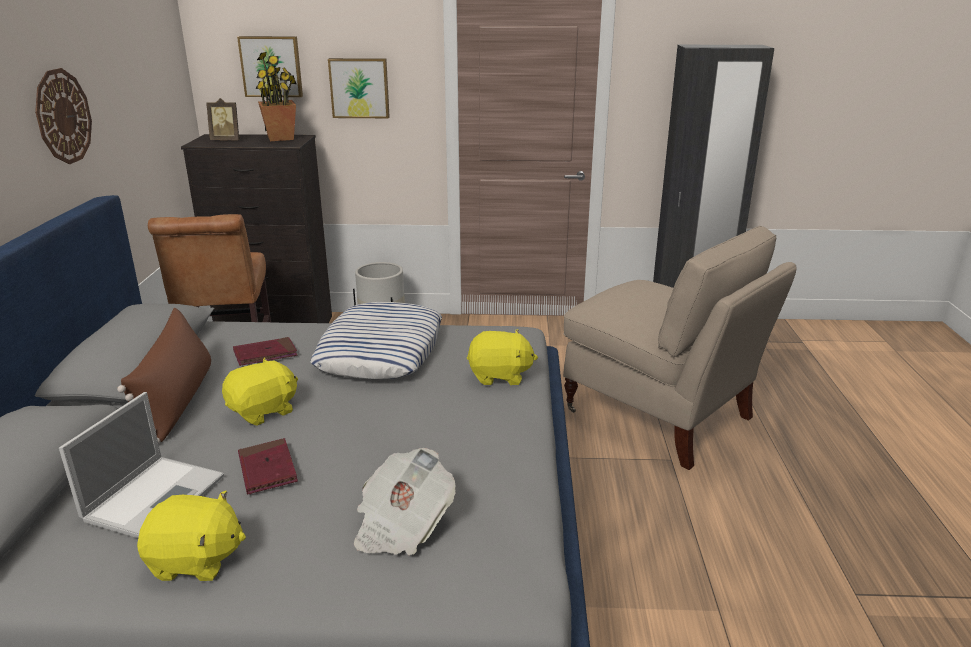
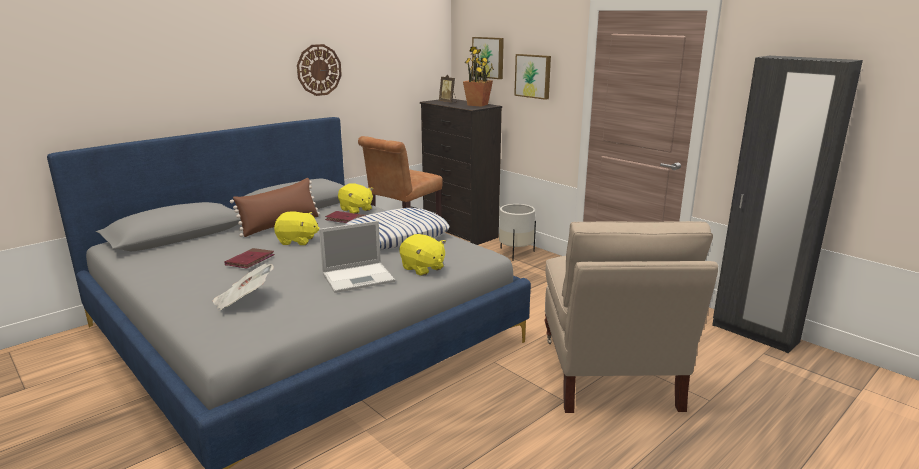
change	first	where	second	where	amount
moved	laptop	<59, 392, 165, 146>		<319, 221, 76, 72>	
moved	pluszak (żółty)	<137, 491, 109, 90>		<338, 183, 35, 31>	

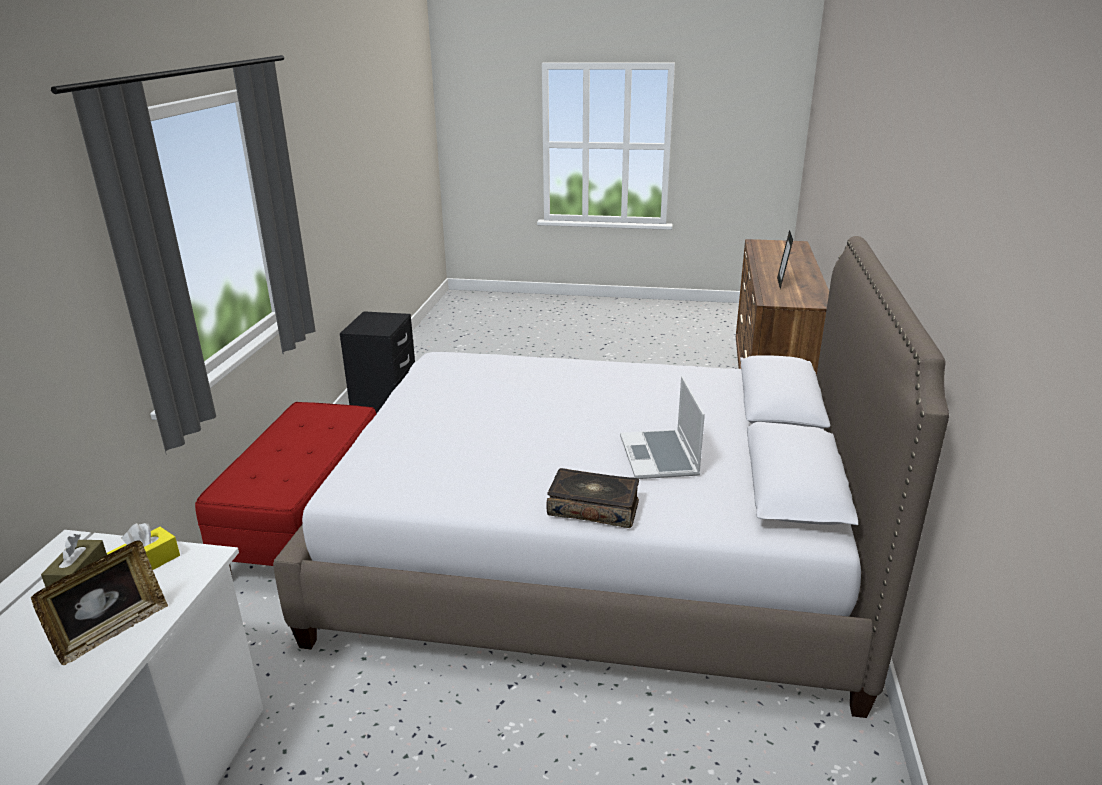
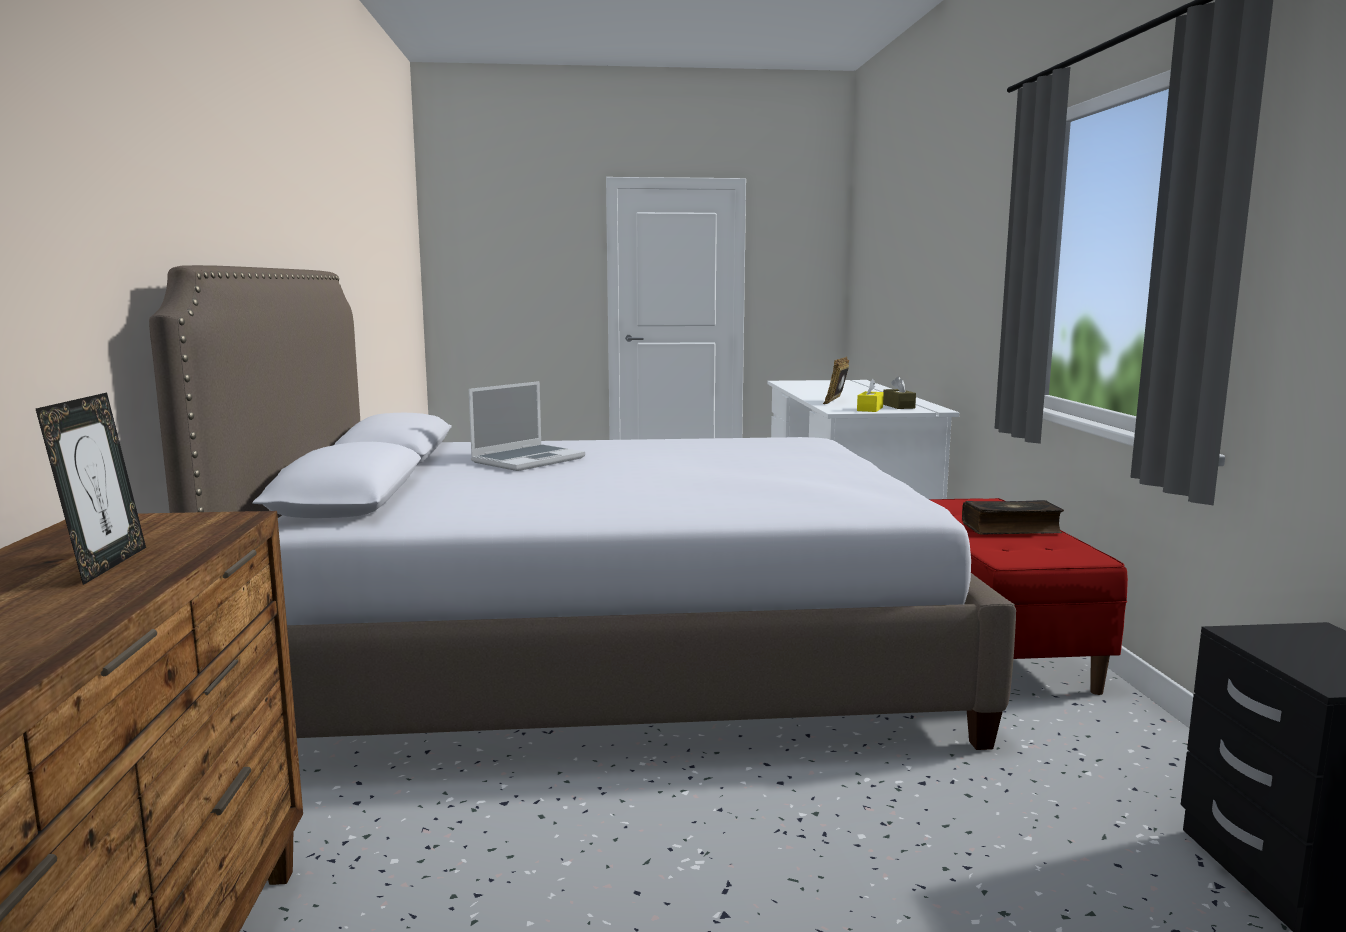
change	first	where	second	where	amount
turned	laptop	<620, 376, 85, 103>		<469, 381, 116, 90>	60 degrees clockwise
moved	książka	<546, 468, 93, 60>		<962, 500, 102, 35>	

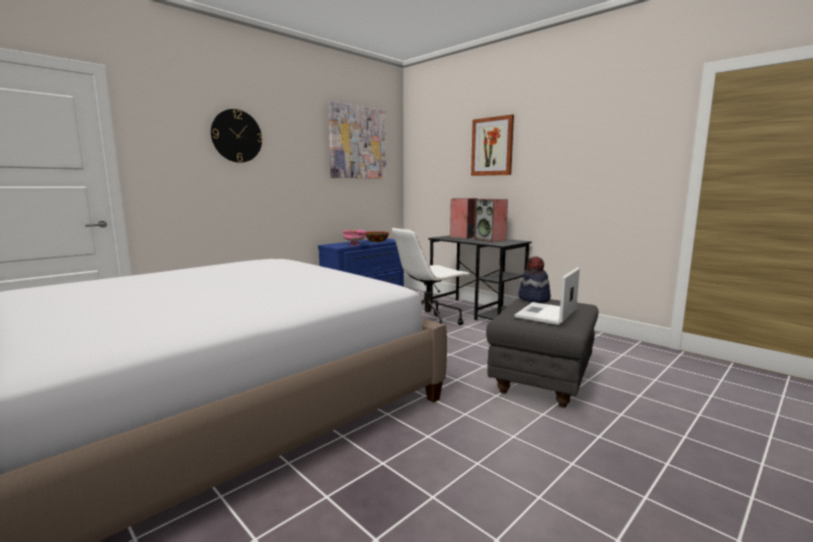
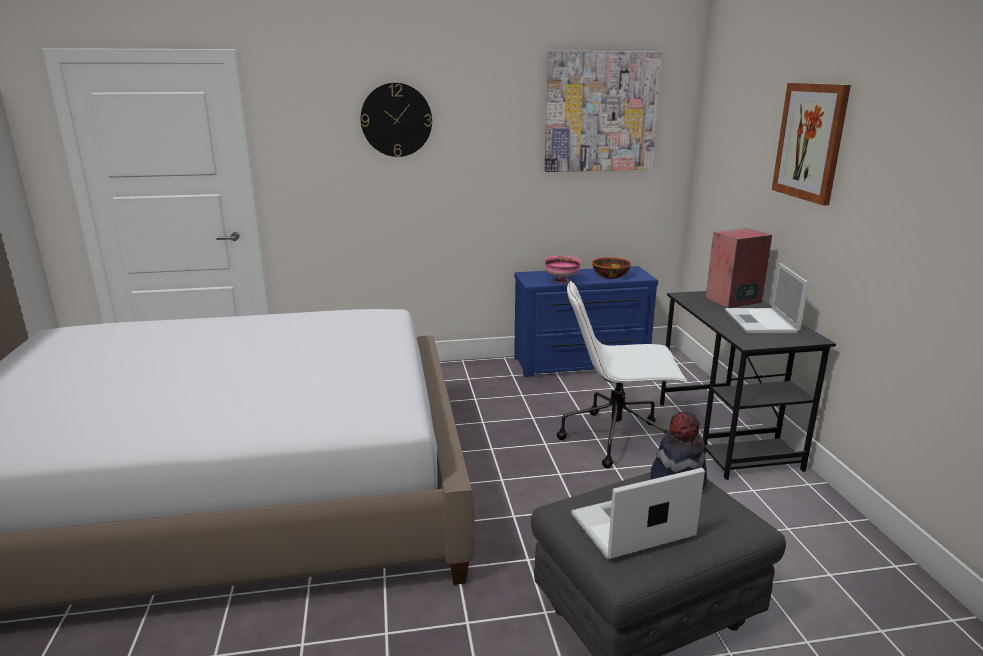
change	first	where	second	where	amount
replaced	głośnik	<474, 199, 34, 43>	laptop	<725, 263, 84, 70>	

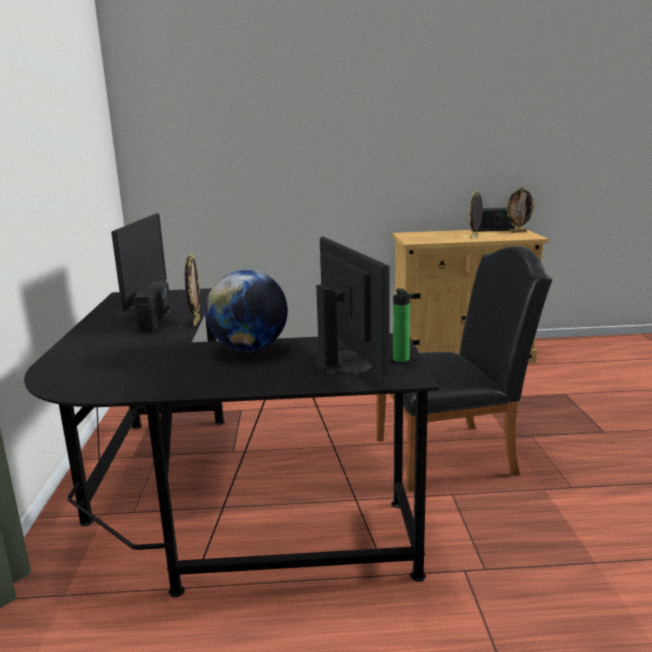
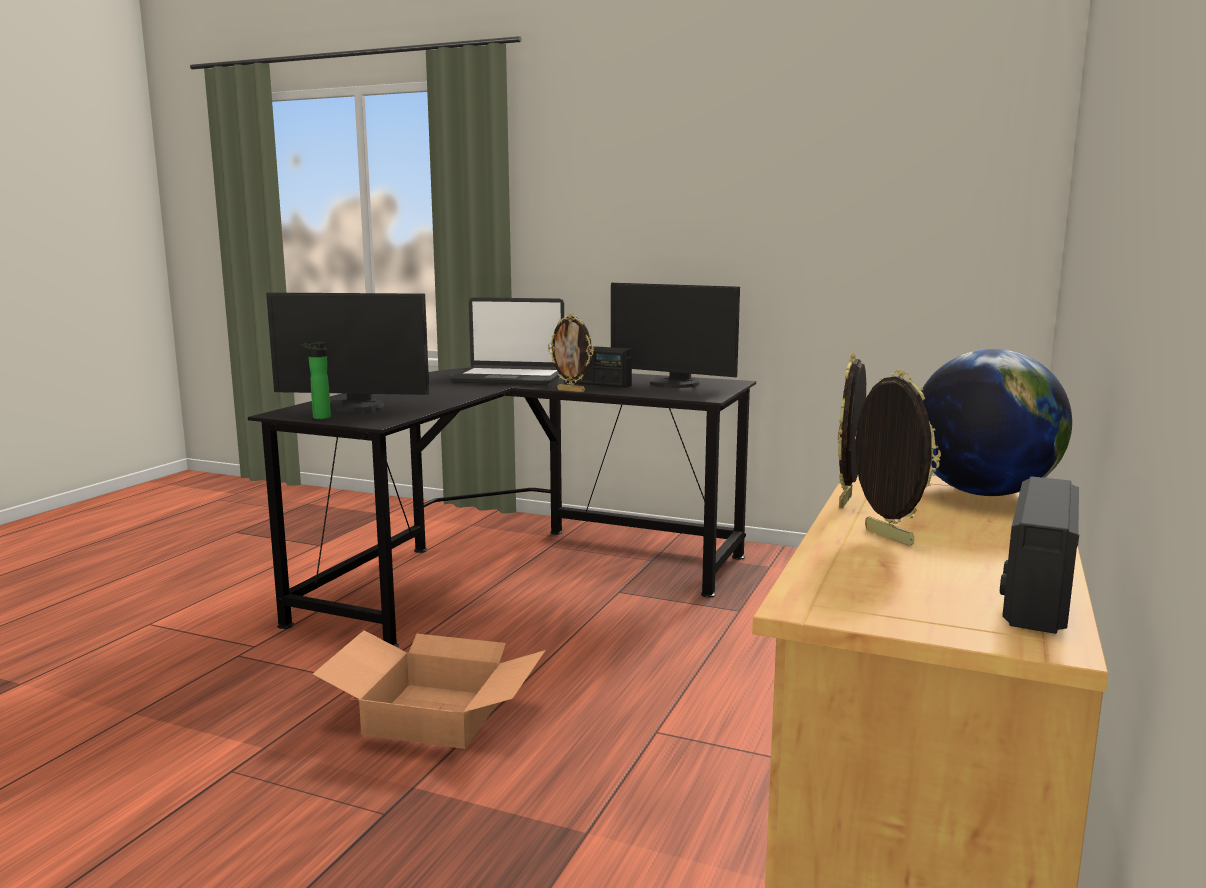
change	first	where	second	where	amount
moved	ramka na zdjęcie	<506, 187, 29, 46>		<838, 353, 28, 156>	
replaced	krzesło (czarny)	<376, 246, 177, 246>	karton	<313, 630, 233, 119>	
moved	globus	<205, 270, 83, 81>		<922, 349, 150, 147>	
added			laptop	<450, 297, 114, 88>	

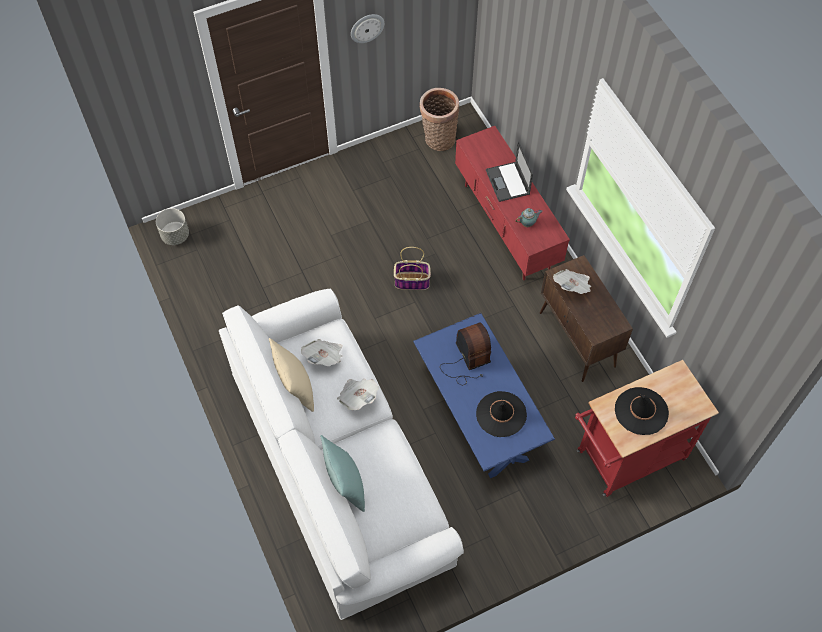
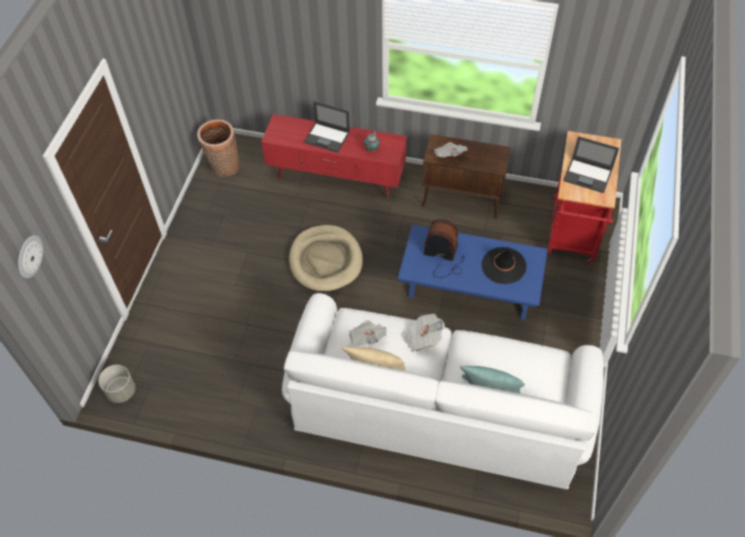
change	first	where	second	where	amount
moved	zegar ścienny	<351, 14, 33, 29>		<18, 235, 25, 43>	
replaced	koszyk	<394, 247, 37, 43>	legowisko (beżowy)	<289, 225, 74, 67>	
replaced	kapelusz (czarny)	<615, 387, 54, 48>	laptop	<564, 136, 55, 57>	

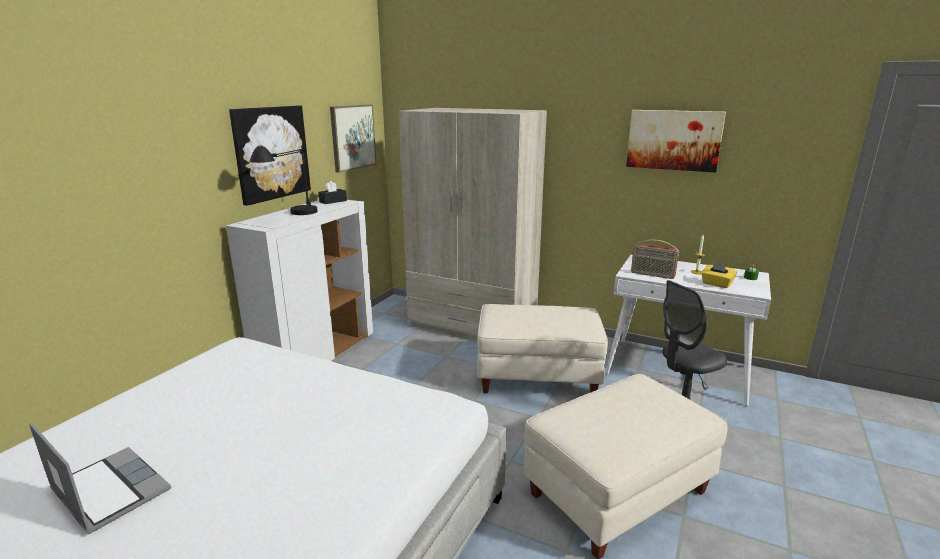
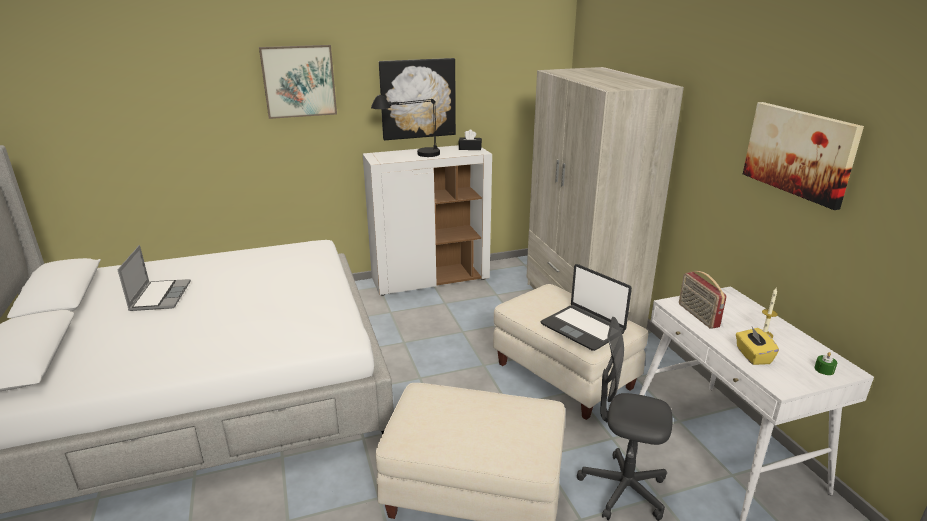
change	first	where	second	where	amount
moved	obraz	<330, 104, 46, 69>		<259, 45, 78, 74>	
added			laptop	<541, 264, 91, 87>	

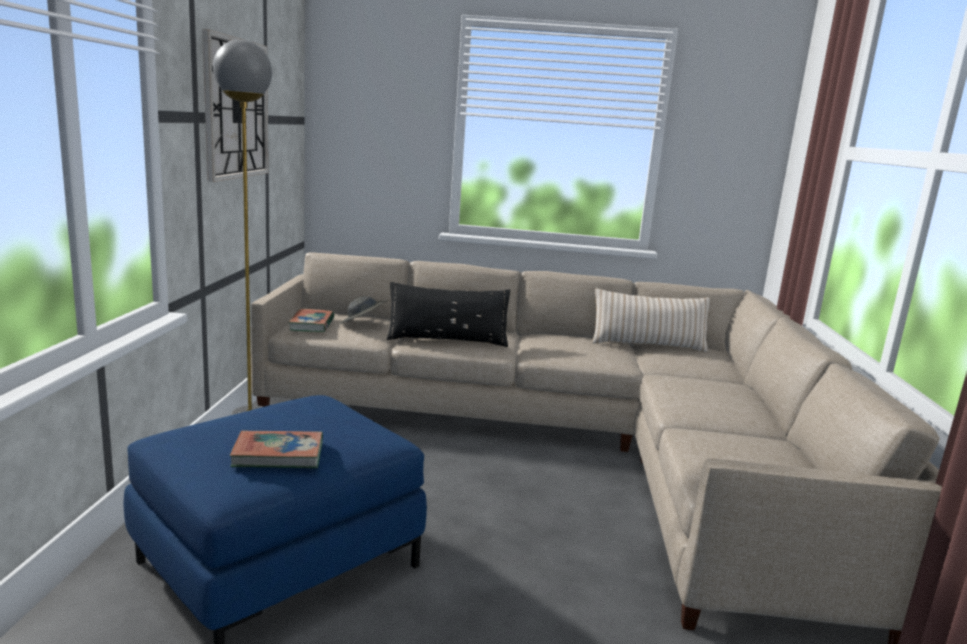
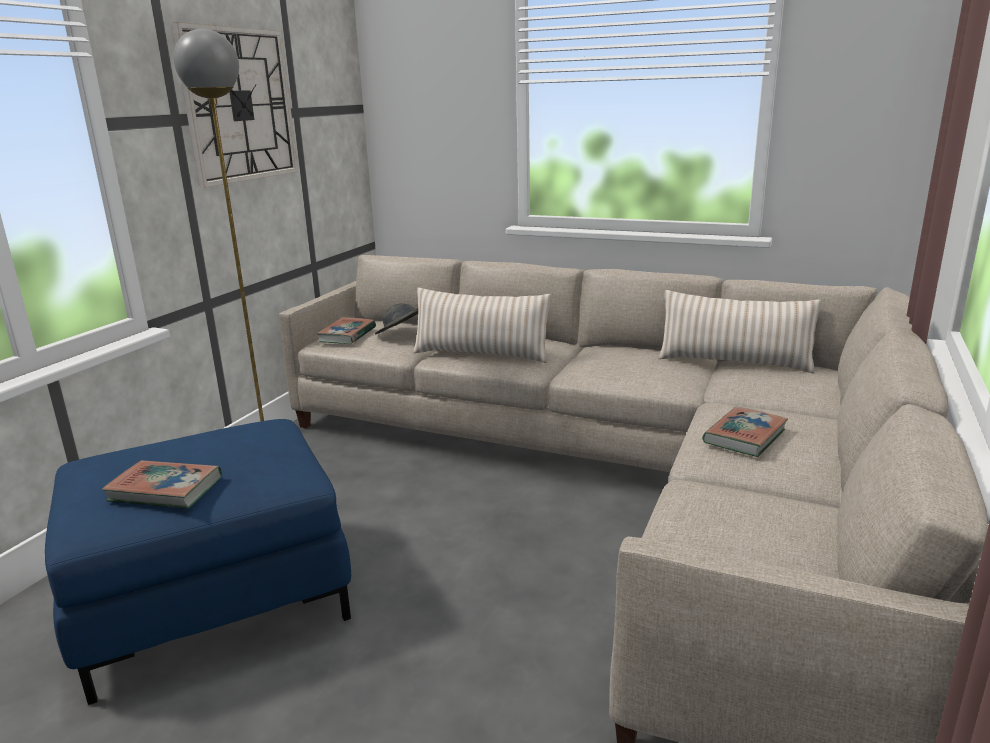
change	first	where	second	where	amount
recoloured	poduszka (czarny)	<387, 282, 123, 65>	poduszka (beżowy)	<413, 288, 138, 75>	
added			książka	<702, 407, 86, 50>	

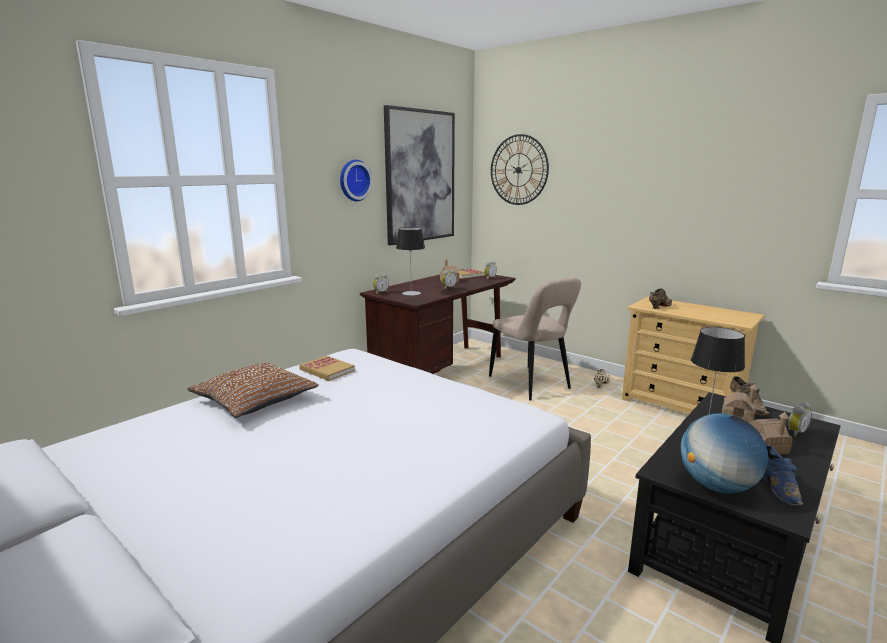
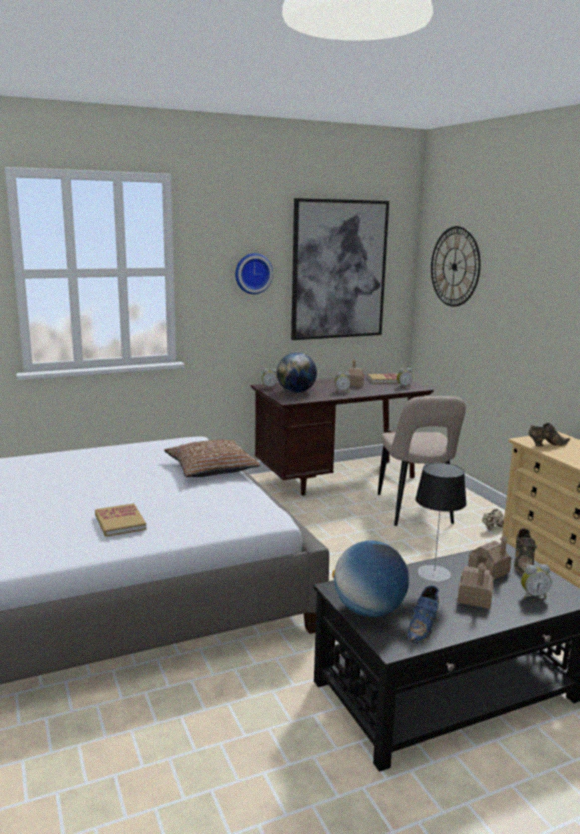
change	first	where	second	where	amount
replaced	lampa stołowa	<396, 227, 29, 69>	globus	<277, 352, 40, 41>	
moved	książka	<299, 356, 56, 25>		<95, 503, 52, 34>	
moved	poduszka (brązowy)	<187, 362, 132, 56>		<164, 440, 97, 37>	

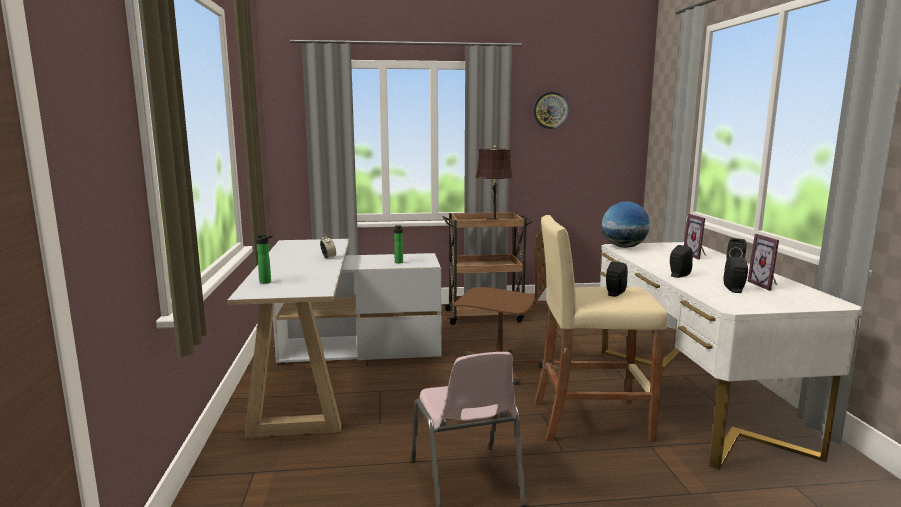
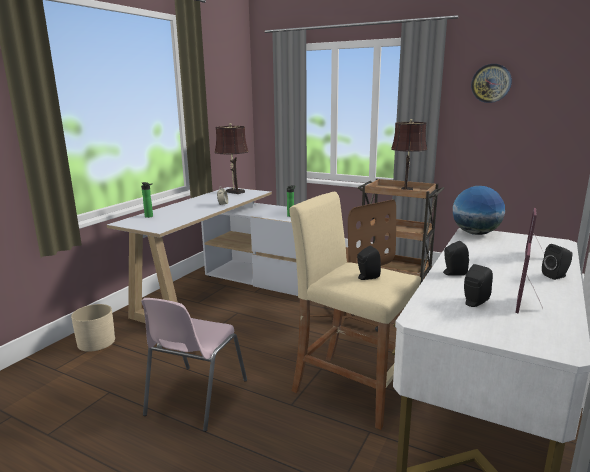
change	first	where	second	where	amount
added			lampa stołowa (brązowy)	<214, 123, 35, 71>	
added			donica (beżowy)	<71, 304, 44, 48>	

